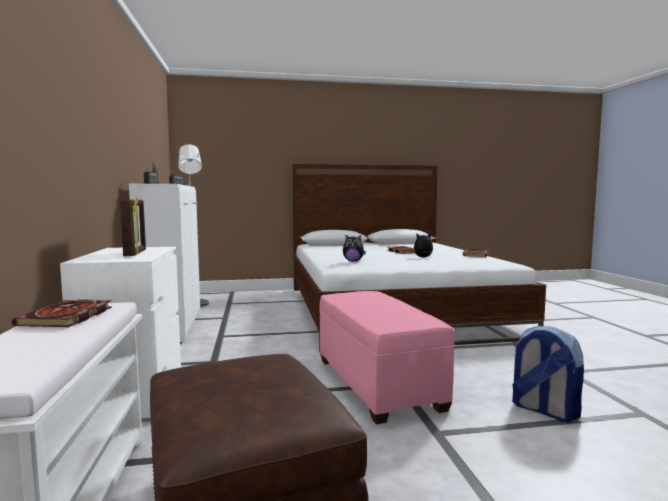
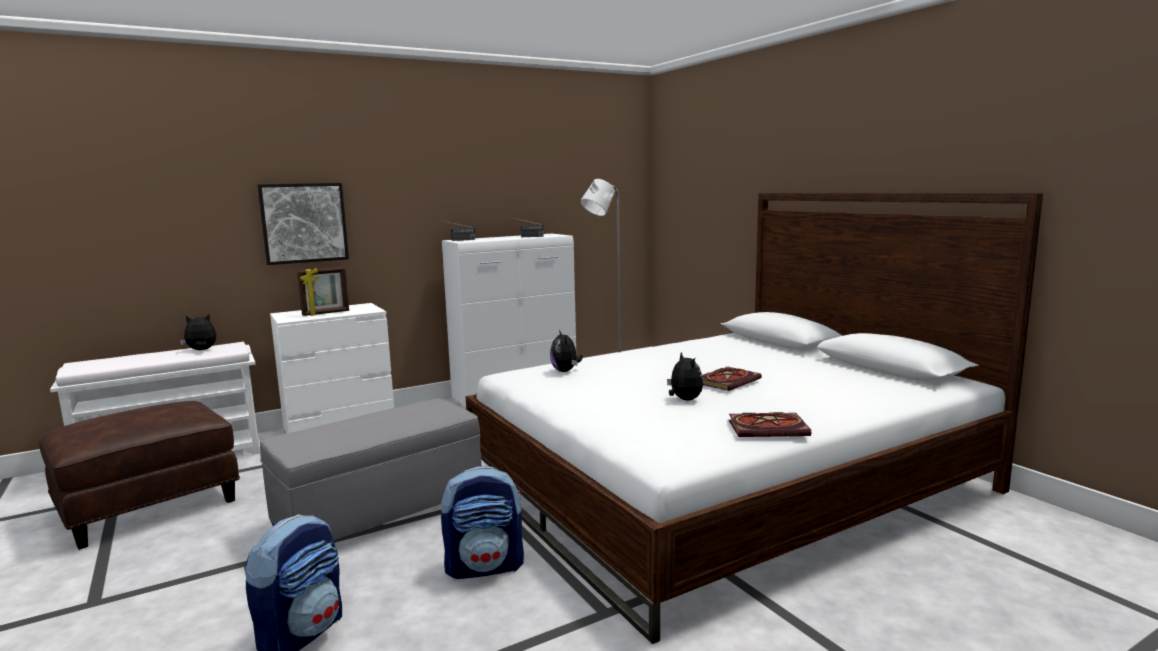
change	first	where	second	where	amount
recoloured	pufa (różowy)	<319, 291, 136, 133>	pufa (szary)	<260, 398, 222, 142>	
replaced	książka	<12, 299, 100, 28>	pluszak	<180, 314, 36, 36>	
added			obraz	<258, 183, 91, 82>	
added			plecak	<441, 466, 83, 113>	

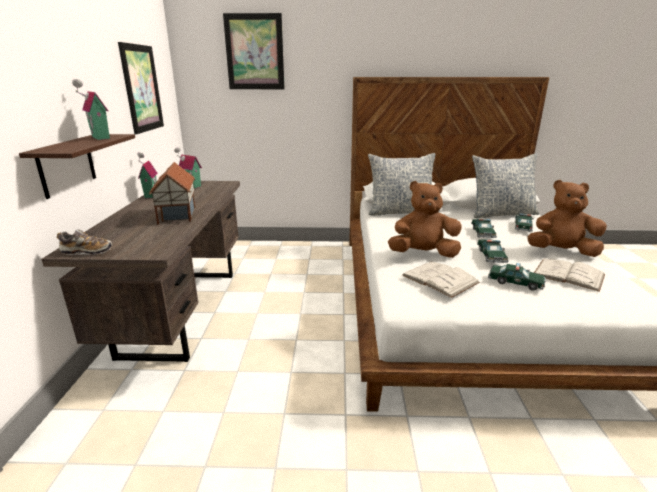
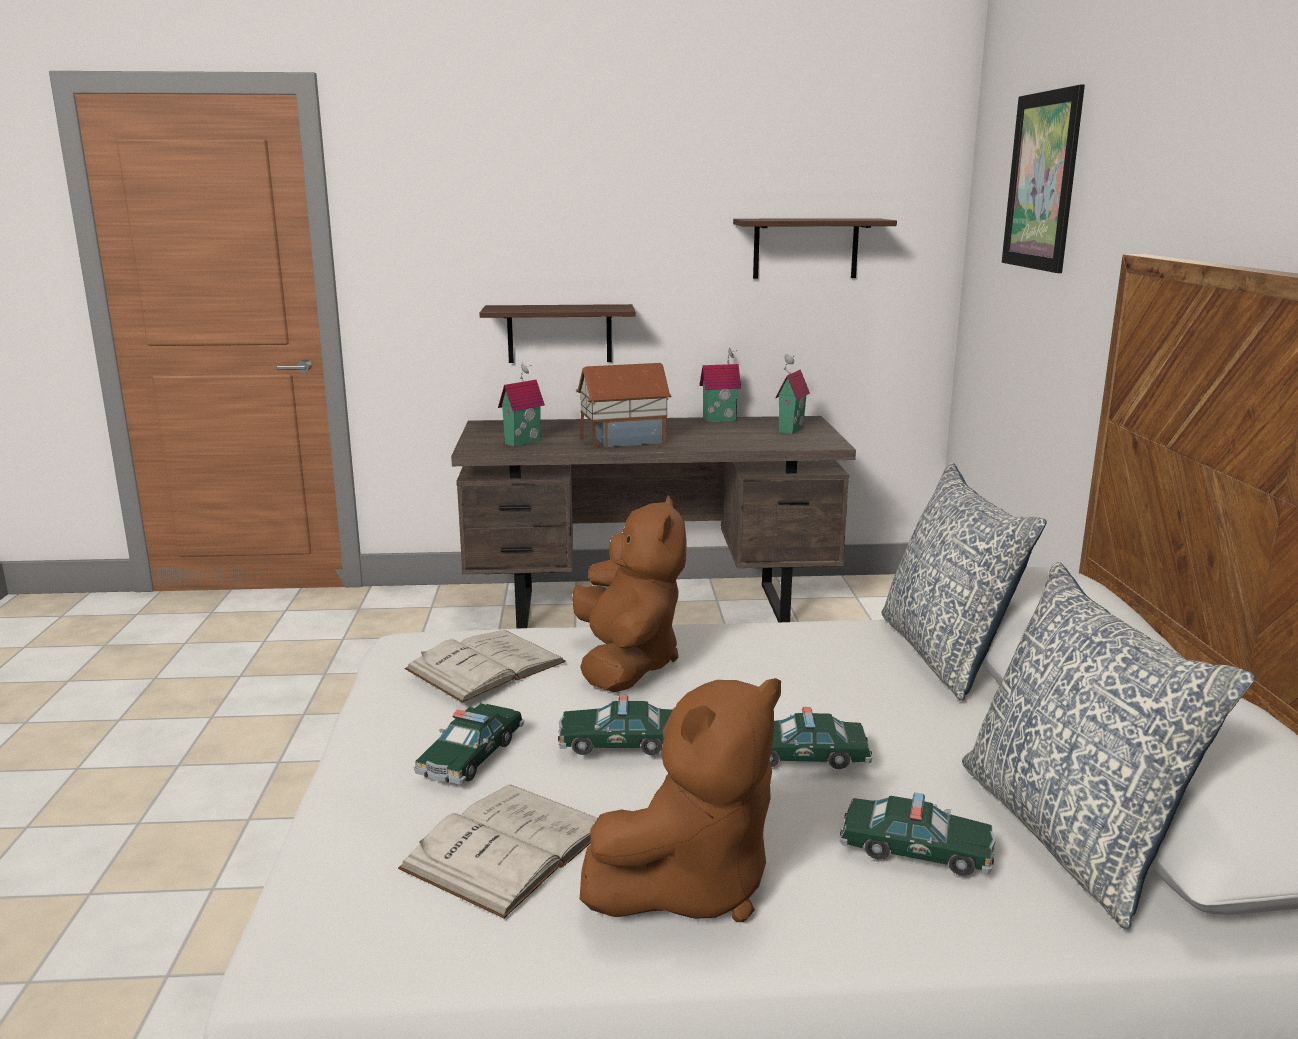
change	first	where	second	where	amount
replaced	obraz	<118, 42, 46, 92>	półka	<733, 218, 164, 60>	
moved	domek	<72, 79, 38, 61>		<498, 363, 47, 84>	
turned	pluszak (brązowy)	<528, 180, 79, 77>		<580, 678, 201, 244>	45 degrees clockwise
removed	but	<57, 229, 56, 26>			

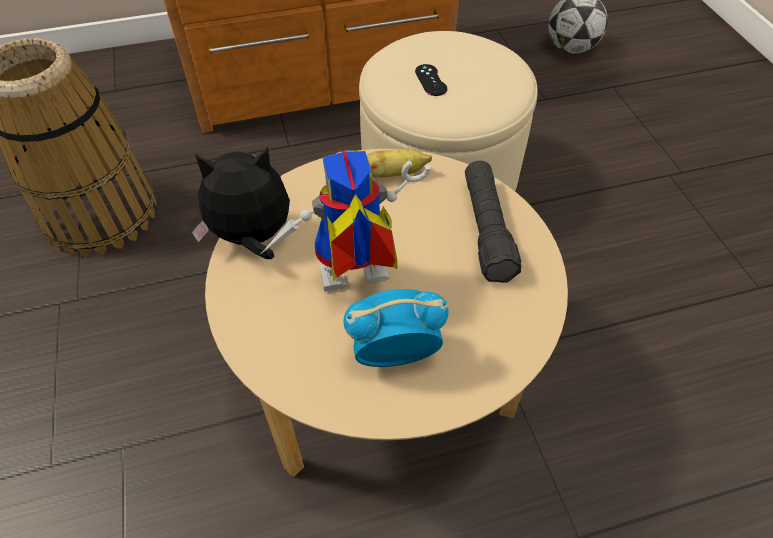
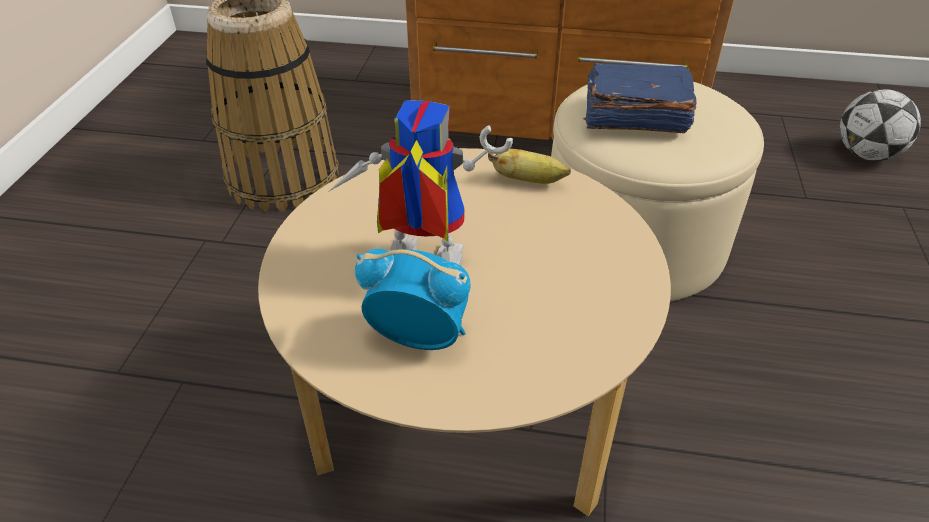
change	first	where	second	where	amount
replaced	pad do gier (czarny)	<415, 64, 32, 32>	książka (niebieski)	<583, 63, 114, 70>	
removed	pluszak	<192, 146, 98, 113>			
removed	latarka (czarny)	<465, 160, 57, 123>			

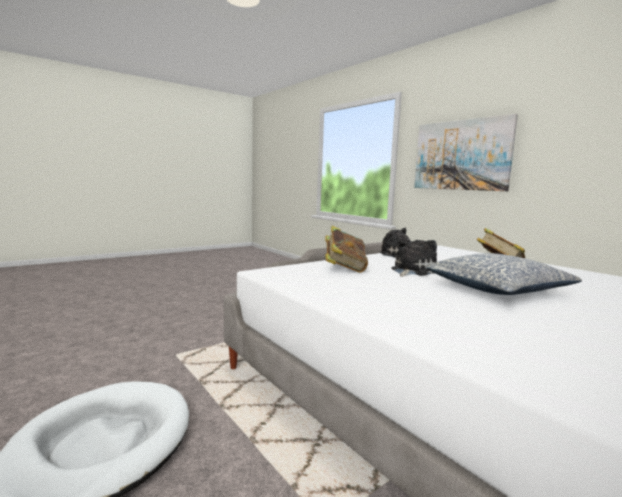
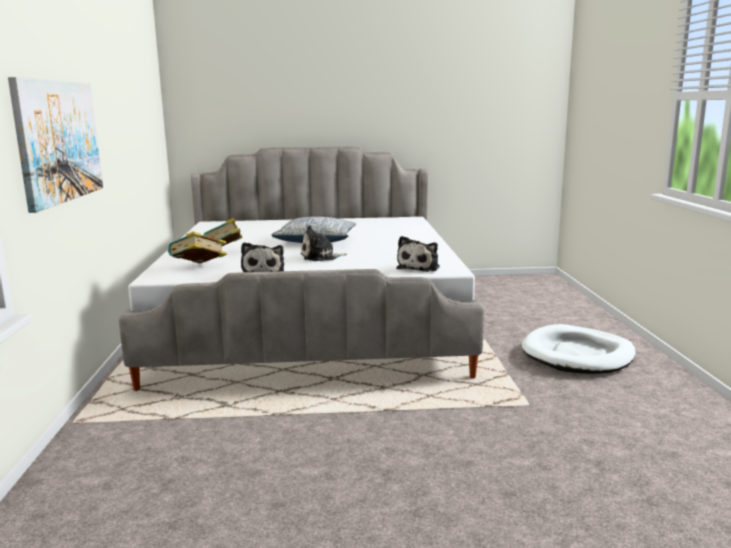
change	first	where	second	where	amount
moved	książka	<325, 226, 43, 47>		<168, 232, 59, 31>	
added			pluszak	<396, 236, 44, 36>	

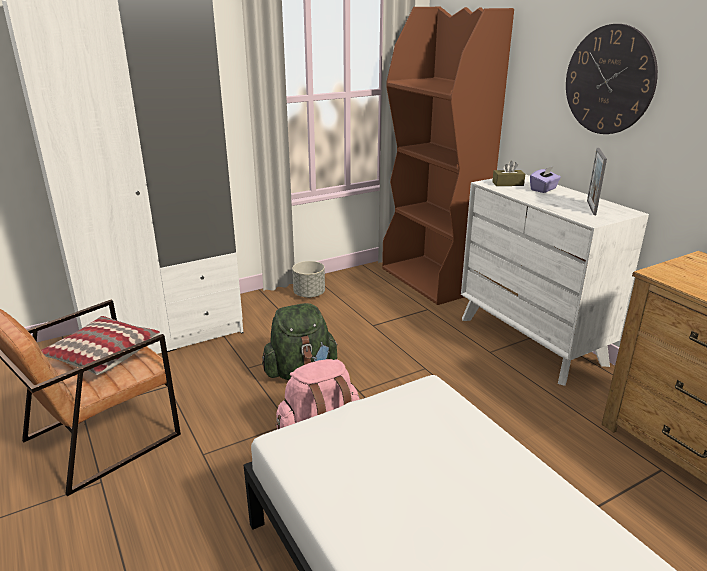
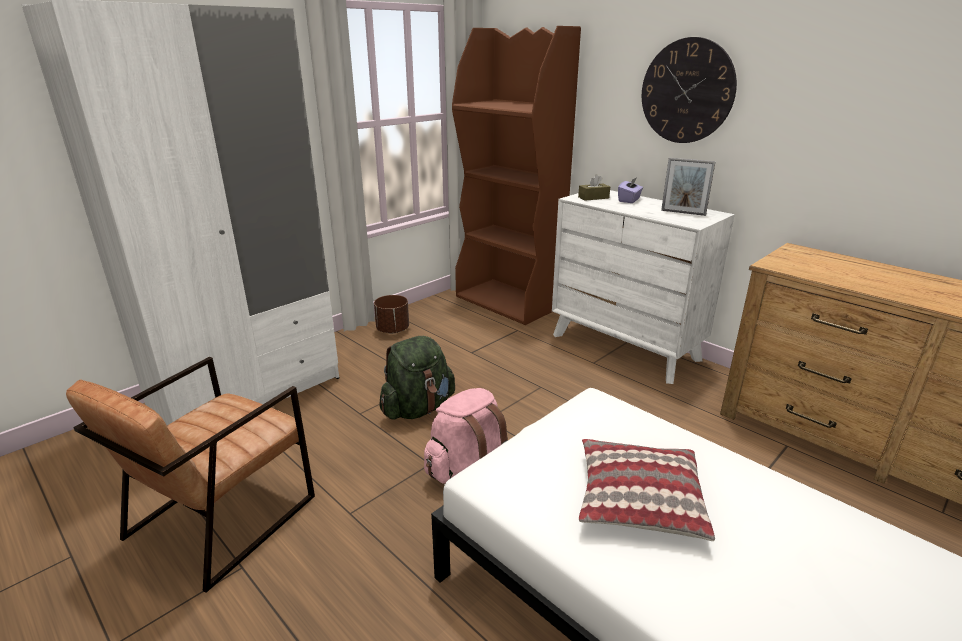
change	first	where	second	where	amount
turned	ramka na zdjęcie	<587, 148, 20, 67>		<661, 158, 55, 58>	60 degrees counterclockwise
recoloured	donica (szary)	<292, 261, 33, 37>	donica (brązowy)	<374, 295, 35, 38>	
moved	poduszka	<41, 316, 119, 59>		<579, 439, 136, 102>	

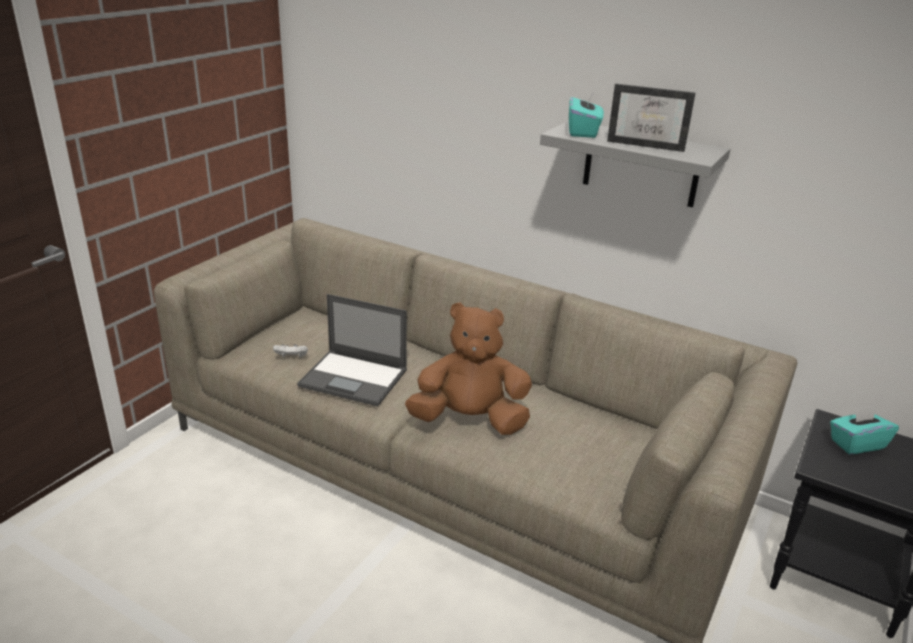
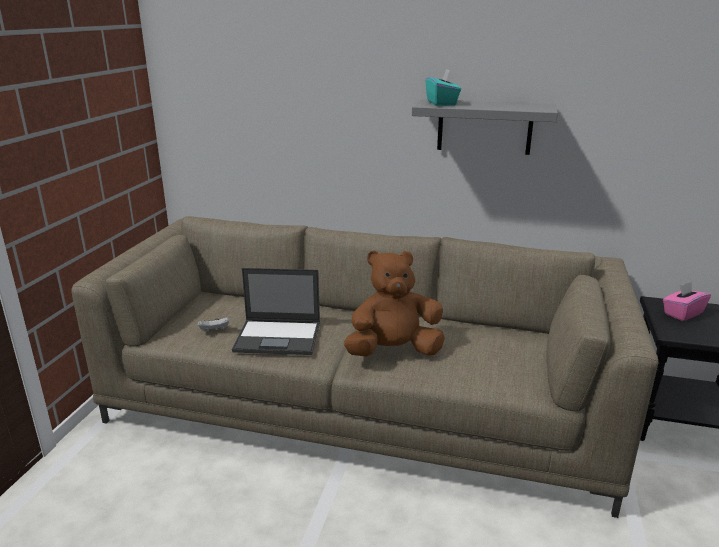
change	first	where	second	where	amount
removed	ramka na zdjęcie	<607, 84, 88, 68>			
recoloured	pudełko chusteczek (turkusowy)	<830, 405, 69, 49>	pudełko chusteczek (różowy)	<663, 281, 48, 40>	

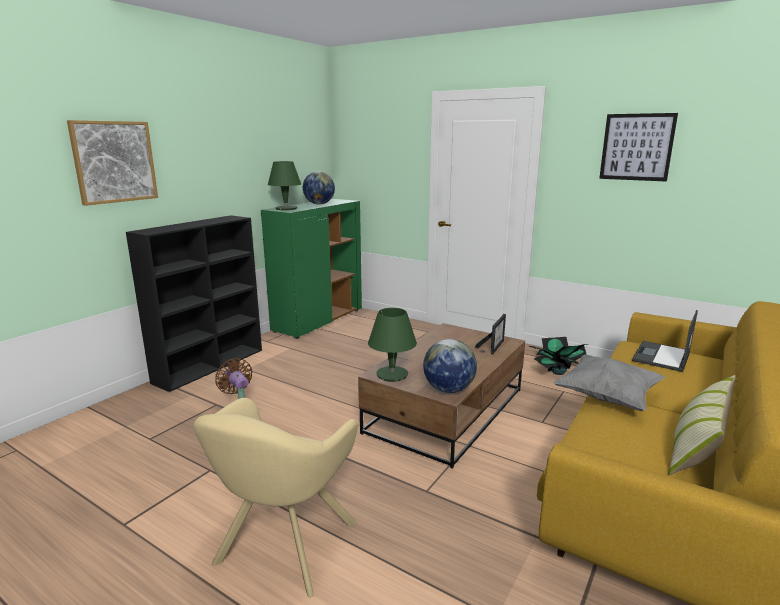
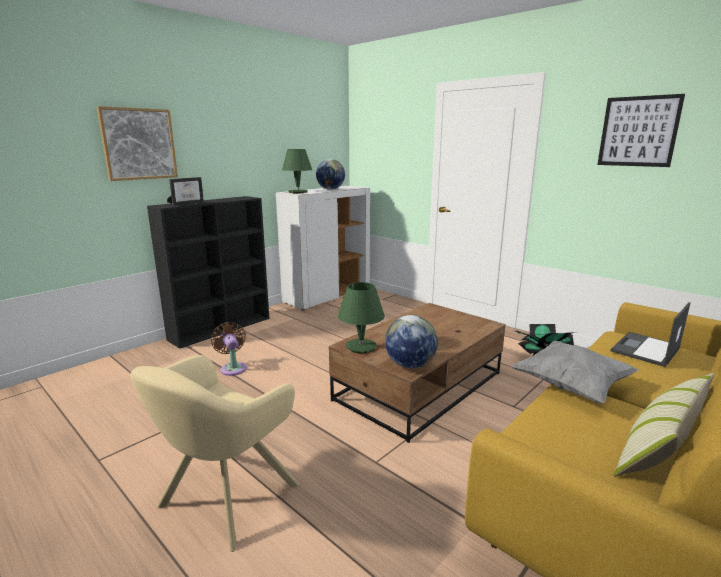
change	first	where	second	where	amount
recoloured	szafka (zielony)	<261, 199, 101, 140>	szafka (biały)	<276, 186, 94, 124>	
moved	ramka na zdjęcie	<475, 314, 31, 41>		<167, 177, 37, 29>	

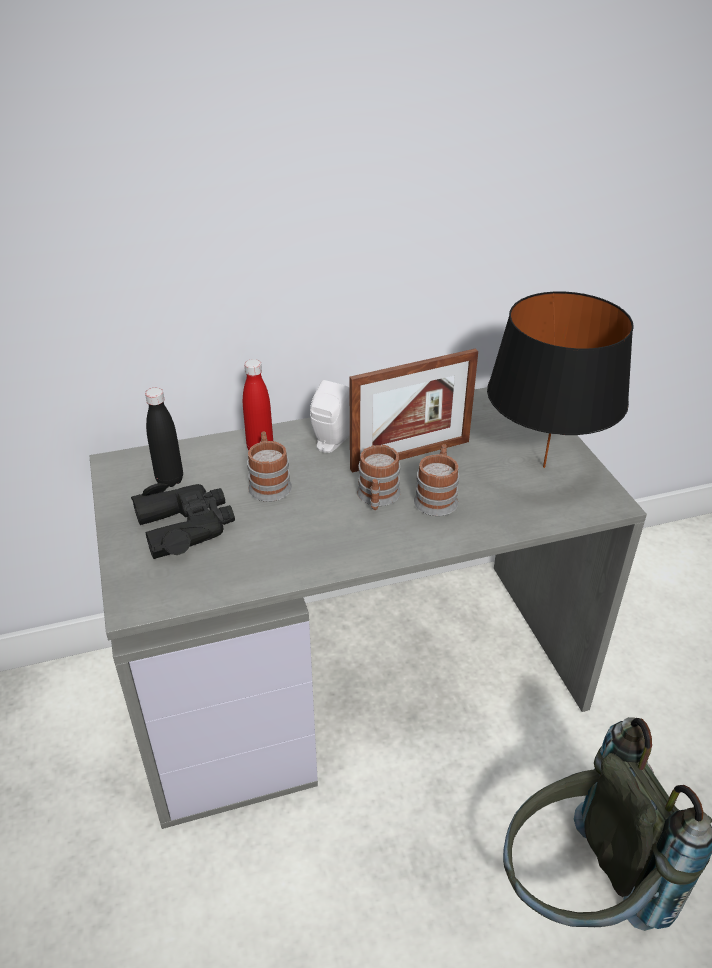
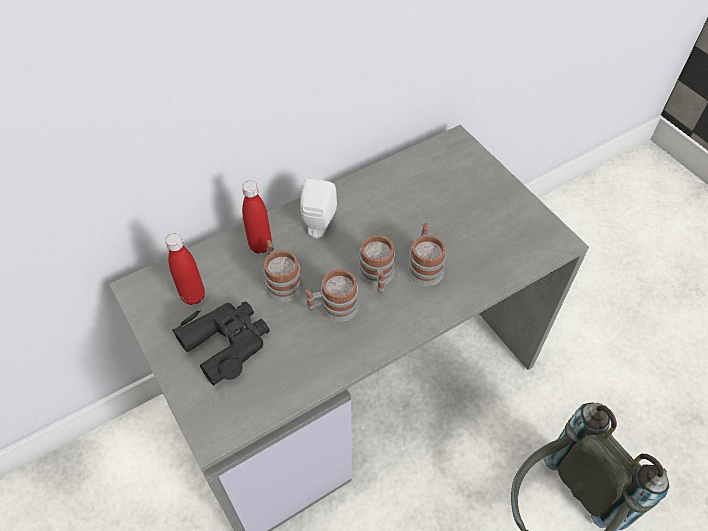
change	first	where	second	where	amount
removed	lampa stołowa (czarny)	<487, 292, 147, 176>			
removed	ramka na zdjęcie	<349, 348, 129, 125>			
recoloured	butelka (czarny)	<145, 388, 38, 99>	butelka (czerwony)	<165, 233, 40, 72>	
added			kubek	<305, 269, 54, 53>	

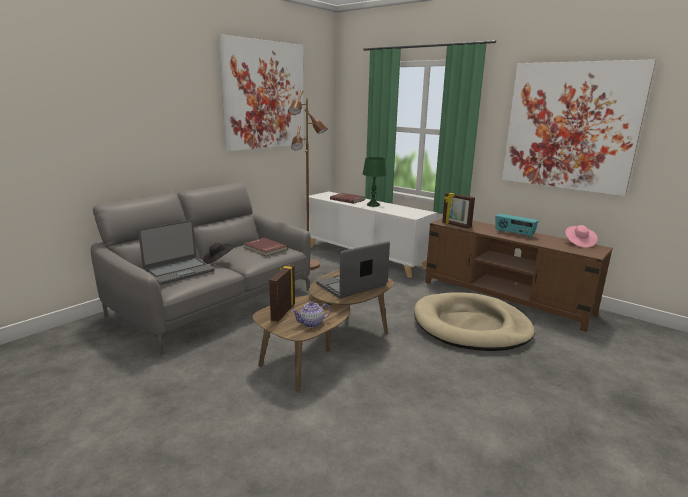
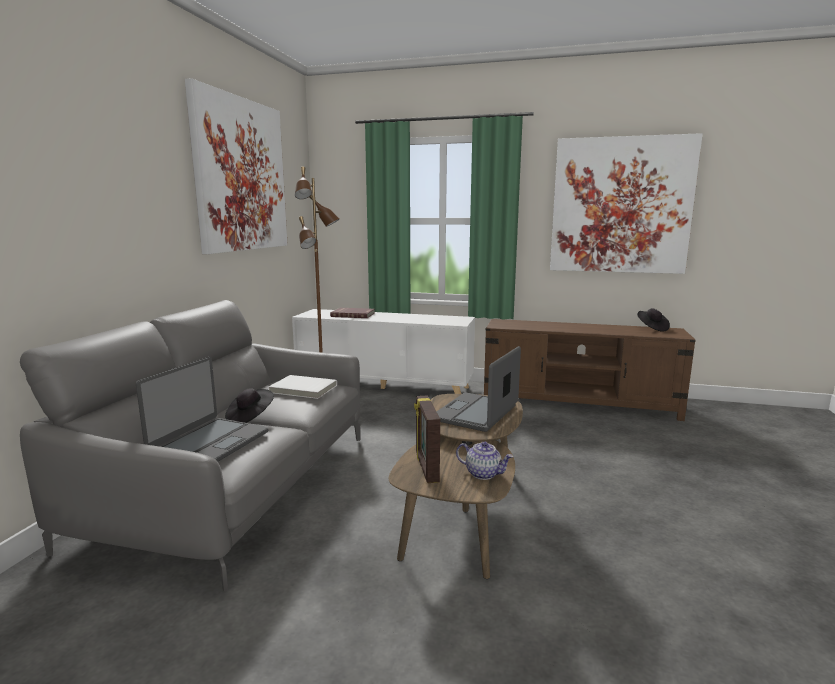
change	first	where	second	where	amount
removed	lampa stołowa (zielony)	<362, 157, 25, 50>			
removed	ramka na zdjęcie	<442, 192, 33, 37>			
removed	radio	<495, 214, 43, 24>			
recoloured	kapelusz (różowy)	<565, 225, 33, 23>	kapelusz (czarny)	<637, 309, 33, 23>	
recoloured	książka (czerwony)	<243, 238, 45, 18>	książka (biały)	<269, 375, 68, 24>	
removed	legowisko (beżowy)	<414, 292, 121, 59>			
turned	imbryk	<292, 302, 39, 26>		<456, 441, 57, 39>	105 degrees counterclockwise

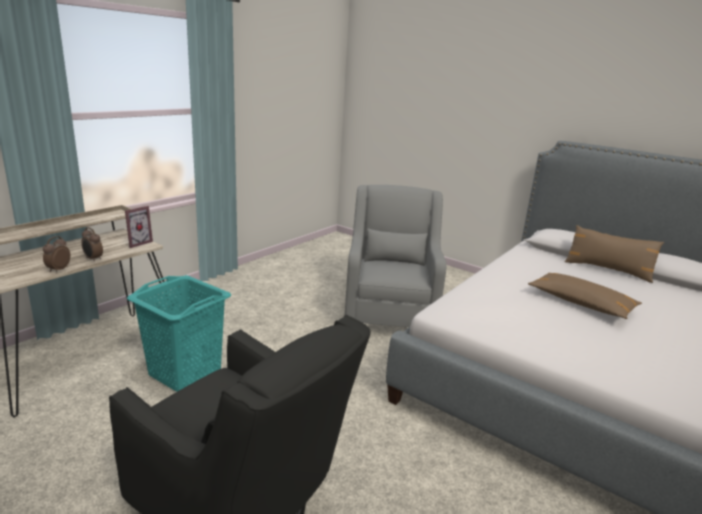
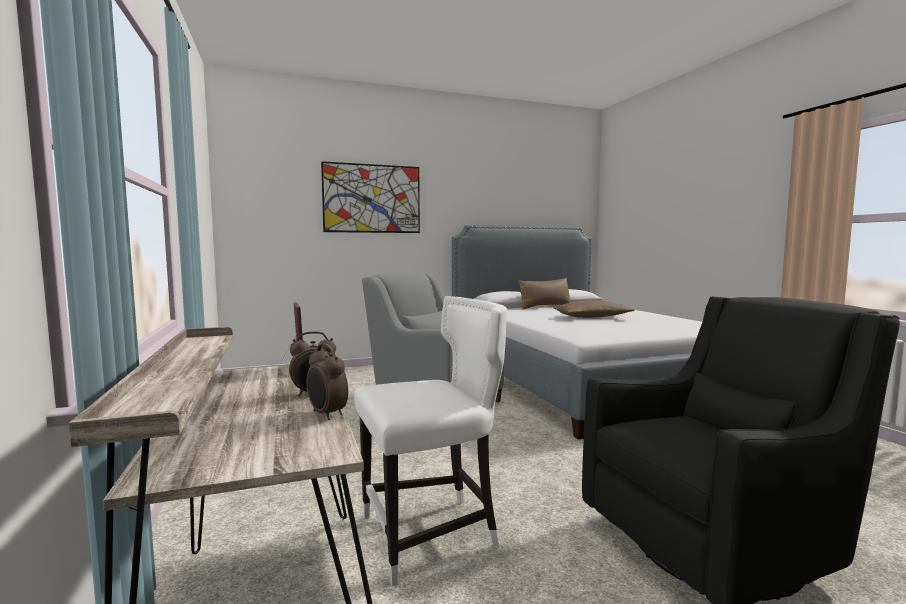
change	first	where	second	where	amount
replaced	kosz na pranie (turkusowy)	<127, 275, 104, 117>	krzesło (biały)	<354, 296, 153, 290>	
added			obraz	<321, 161, 99, 72>	

